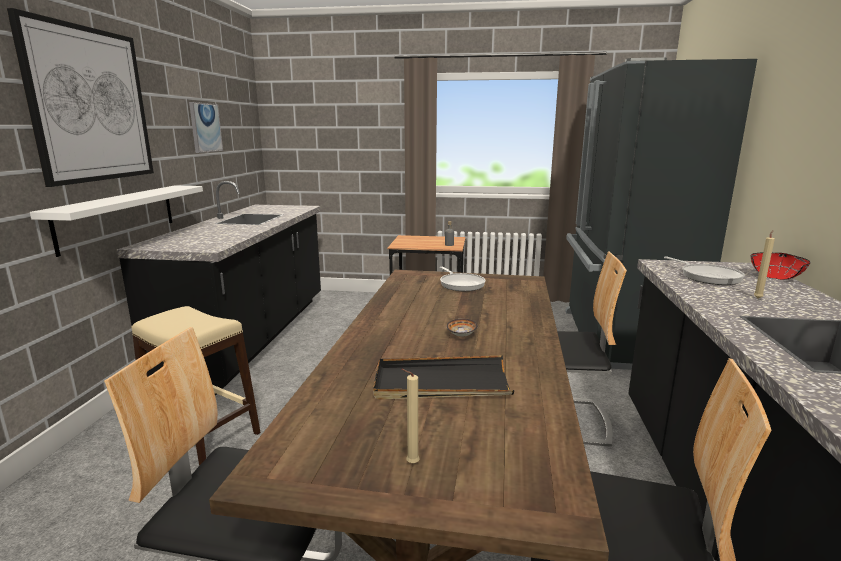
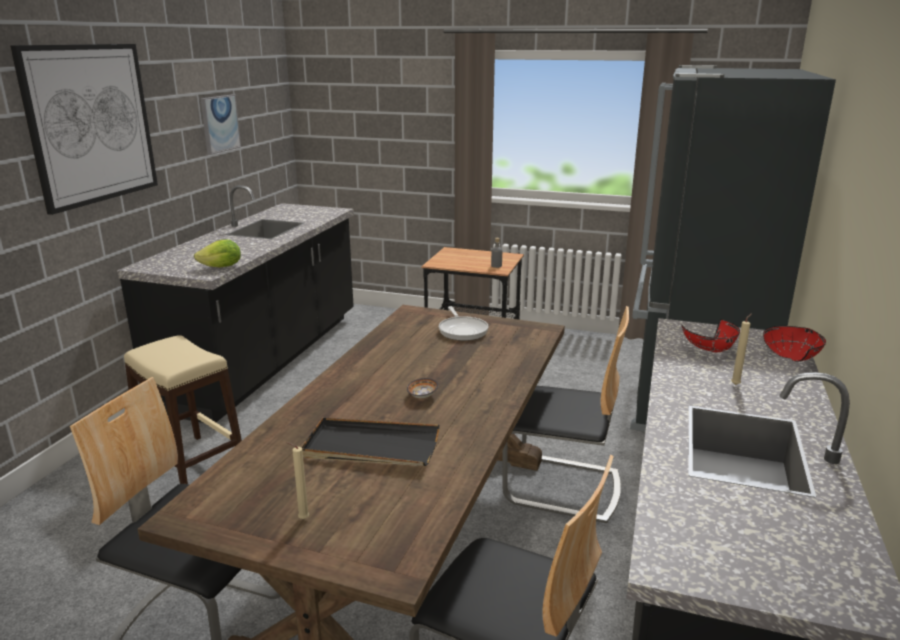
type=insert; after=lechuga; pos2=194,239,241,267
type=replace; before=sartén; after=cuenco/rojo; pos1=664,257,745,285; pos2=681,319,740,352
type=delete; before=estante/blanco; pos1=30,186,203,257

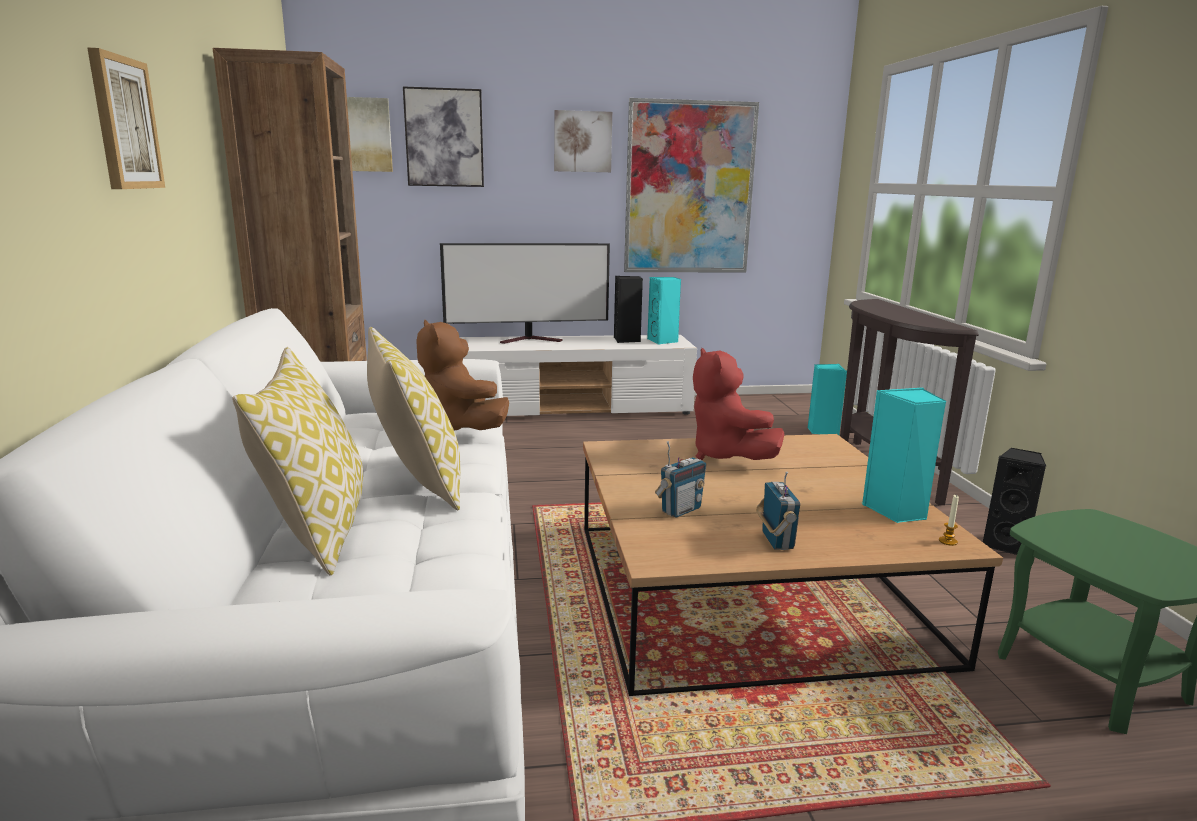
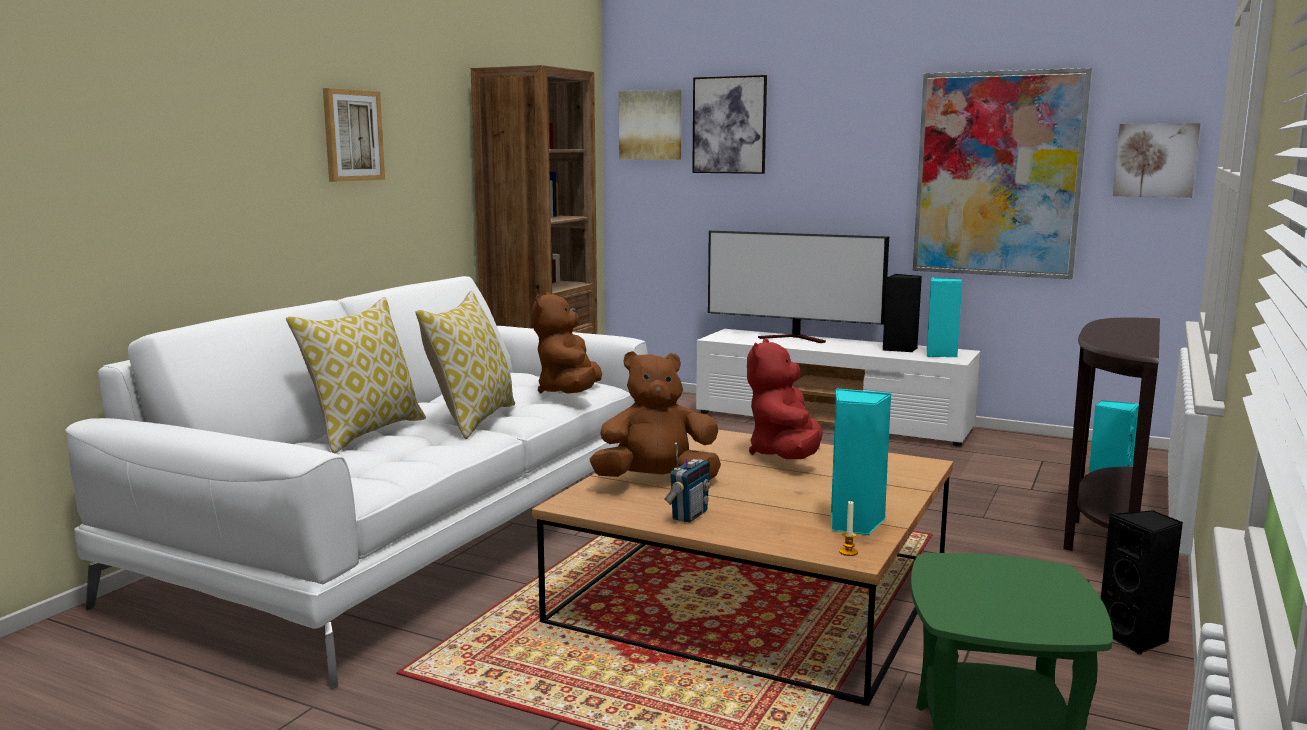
type=replace; before=radio; after=peluche/marrón; pos1=655,441,706,518; pos2=589,351,721,480
type=move; before=cuadro; pos1=554,110,612,172; pos2=1113,123,1201,198

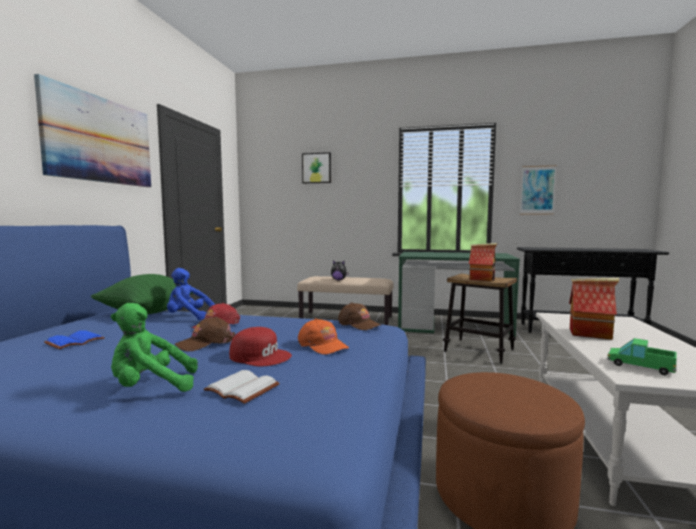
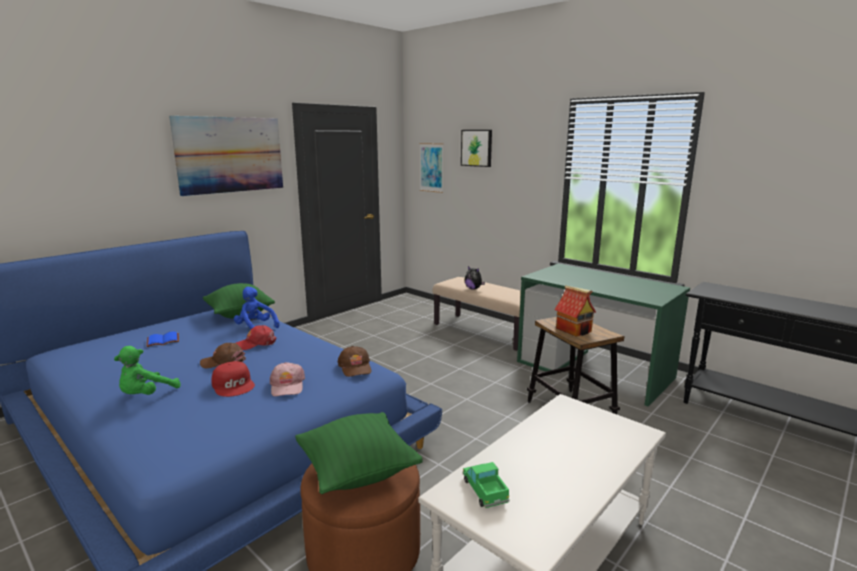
type=rotate; before=peluche/verde; pos1=111,303,198,392; pos2=114,346,181,395; turn=-75
type=recolor; before=gorra/naranja; after=gorra/rosa; pos1=298,318,349,355; pos2=269,362,305,396
type=insert; after=cojín/verde; pos2=295,412,423,494
type=move; before=cuadro; pos1=520,165,557,214; pos2=419,143,444,193
type=delete; before=libro/blanco; pos1=204,370,280,404
type=delete; before=casita; pos1=569,278,619,340

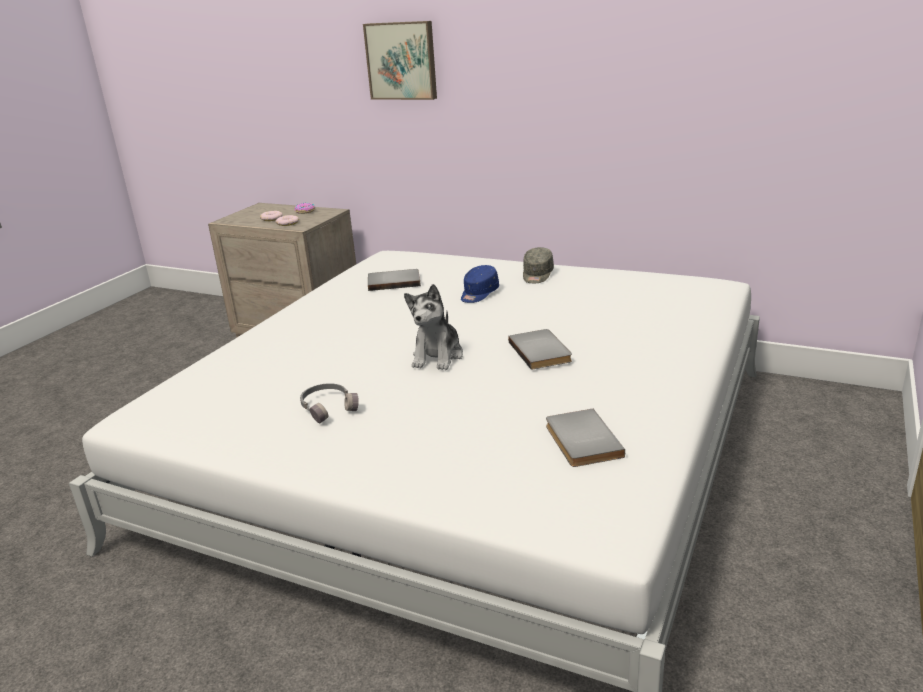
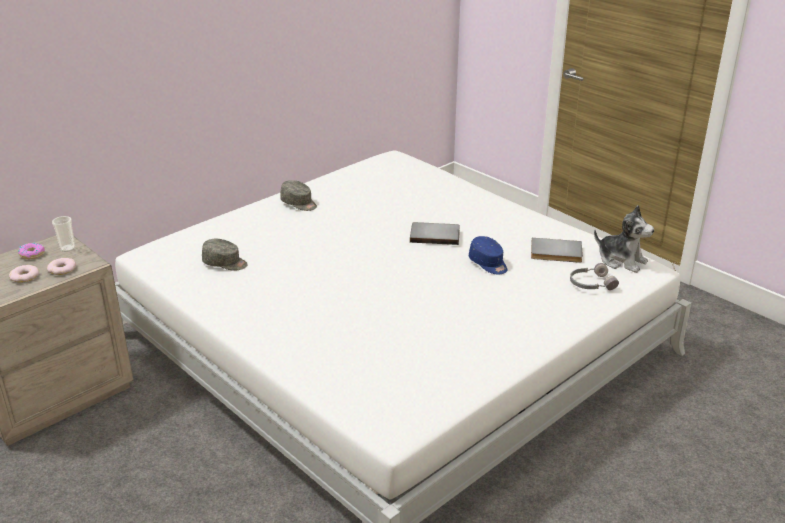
type=insert; after=taza; pos2=52,216,75,252
type=replace; before=libro/gris; after=gorra/gris; pos1=368,269,421,291; pos2=202,239,248,271
type=move; before=gorra/azul; pos1=461,265,499,303; pos2=469,236,507,275
type=move; before=auriculares/gris; pos1=300,383,359,423; pos2=570,263,619,290
type=move; before=peluche; pos1=404,284,463,370; pos2=594,205,654,273
type=delete; before=cuadro; pos1=363,21,437,100

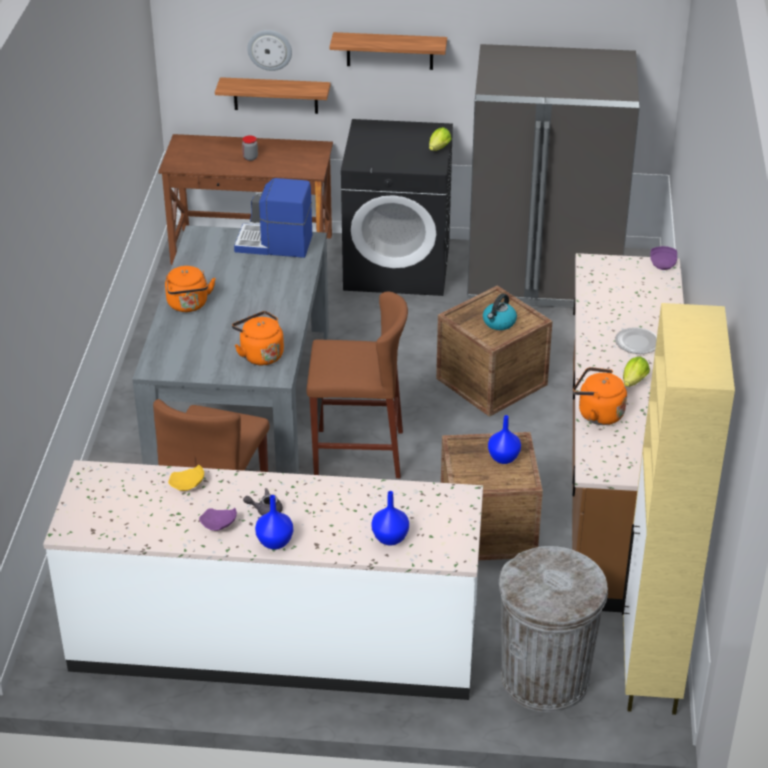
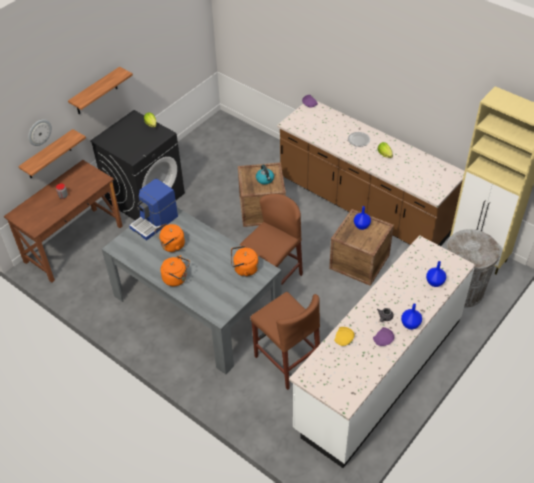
type=move; before=hervidor/naranja; pos1=573,367,627,425; pos2=154,224,185,252
type=delete; before=nevera/gris; pos1=467,44,640,308

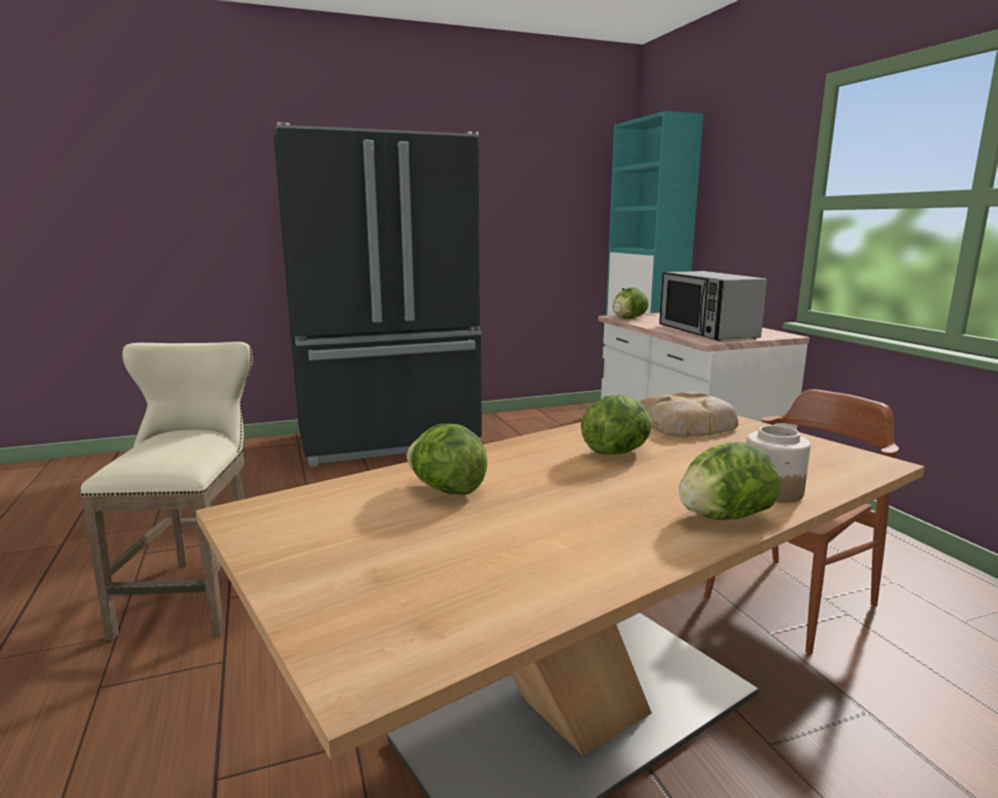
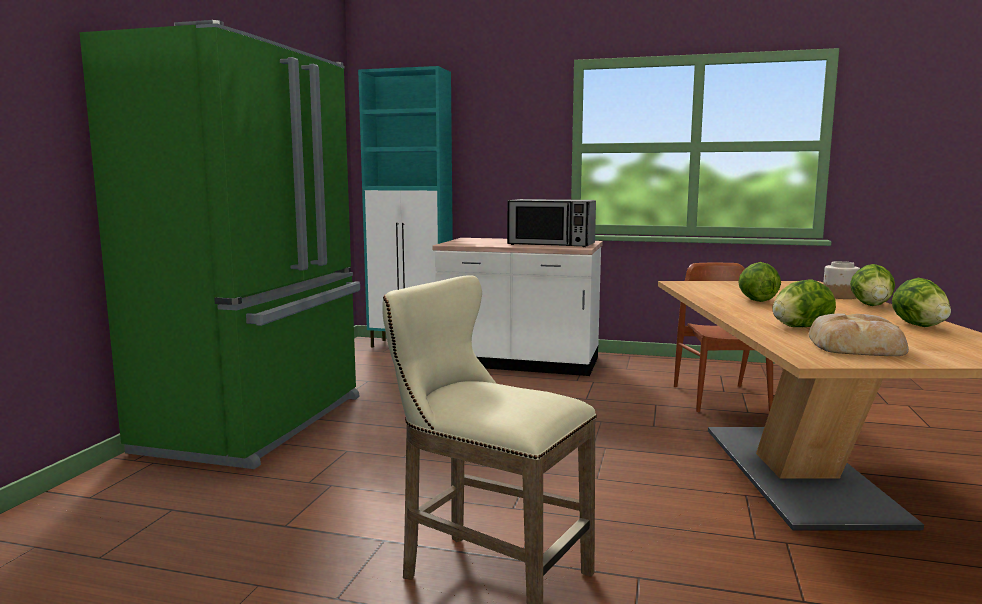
type=recolor; before=nevera/negro; after=nevera/verde; pos1=274,122,482,467; pos2=79,20,360,469
type=move; before=pan; pos1=640,392,739,436; pos2=809,313,909,356
type=move; before=lechuga; pos1=613,288,649,319; pos2=892,278,951,327

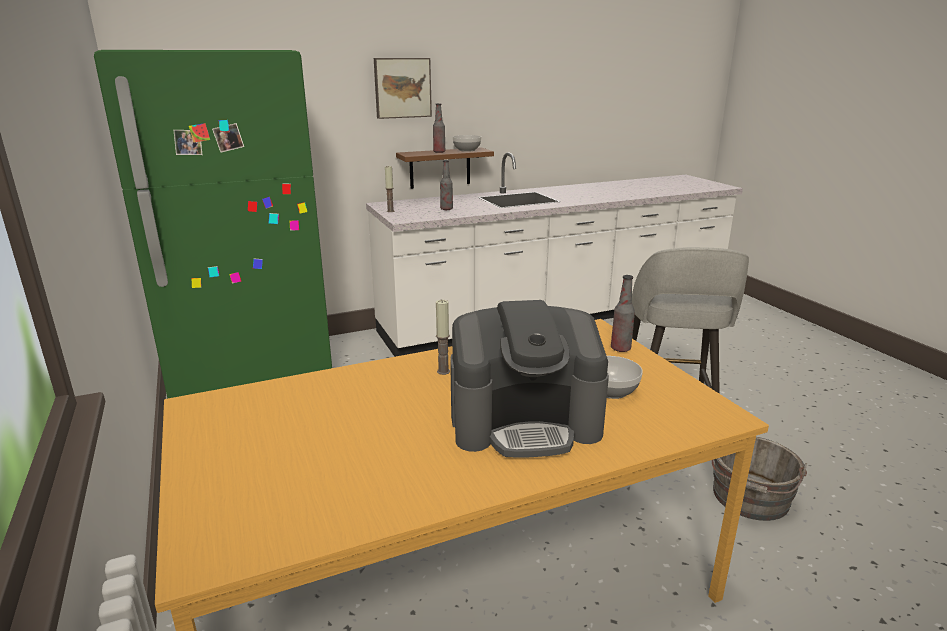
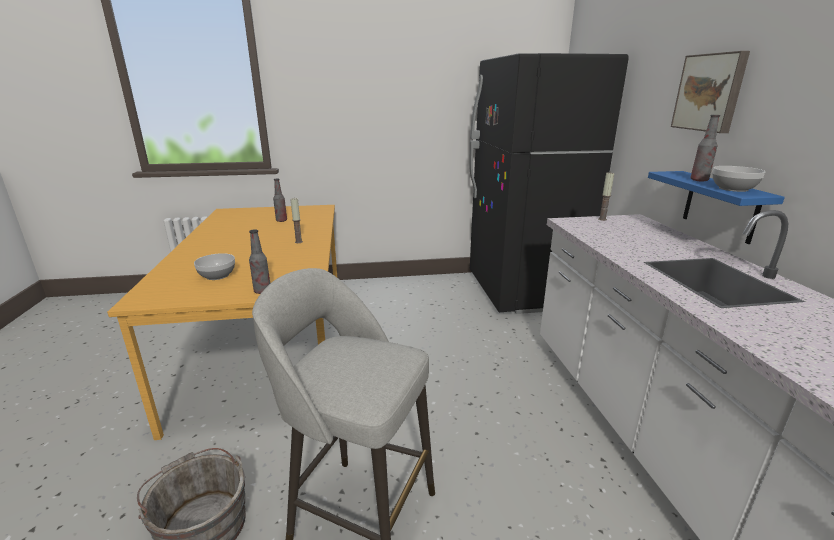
type=move; before=botella; pos1=440,160,453,210; pos2=273,178,287,222
type=recolor; before=nevera/verde; after=nevera/negro; pos1=94,50,332,399; pos2=469,53,629,314
type=recolor; before=estante/marrón; after=estante/azul; pos1=396,147,494,189; pos2=648,171,785,244
type=delete; before=cafetera; pos1=450,300,609,458

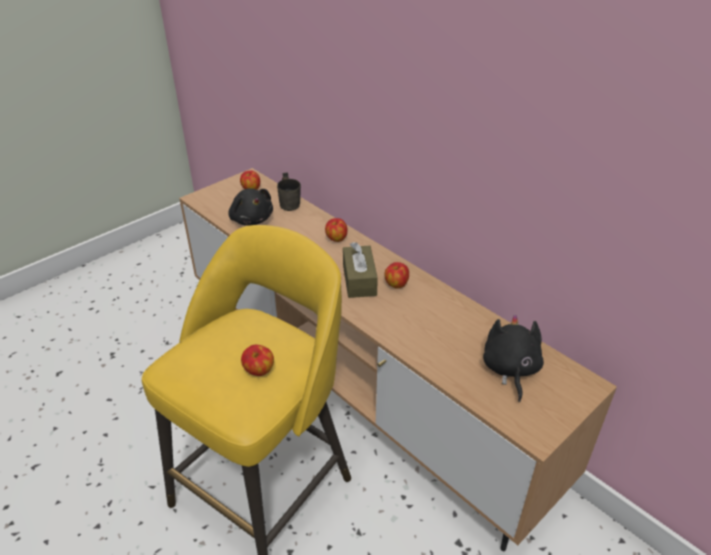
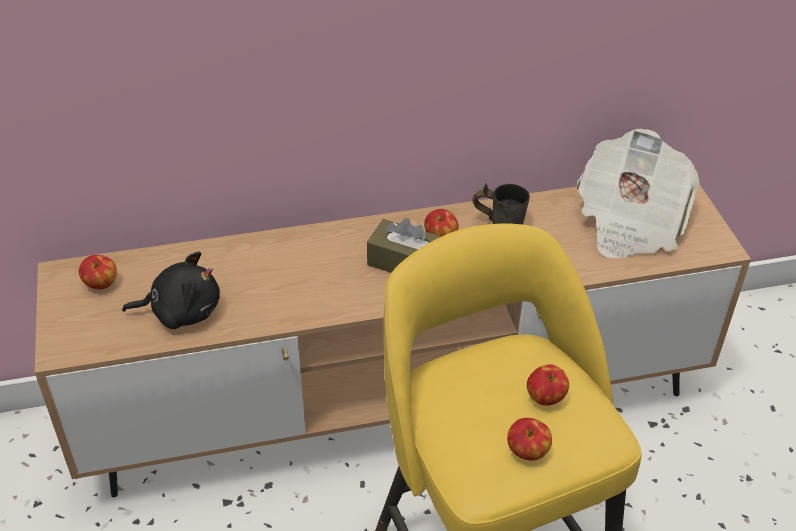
type=move; before=taza grande/gris; pos1=277,173,301,211; pos2=472,183,530,225
type=move; before=manzana; pos1=325,218,348,242; pos2=507,418,552,461
type=replace; before=peluche/negro; after=periódico; pos1=483,314,544,402; pos2=577,129,700,258

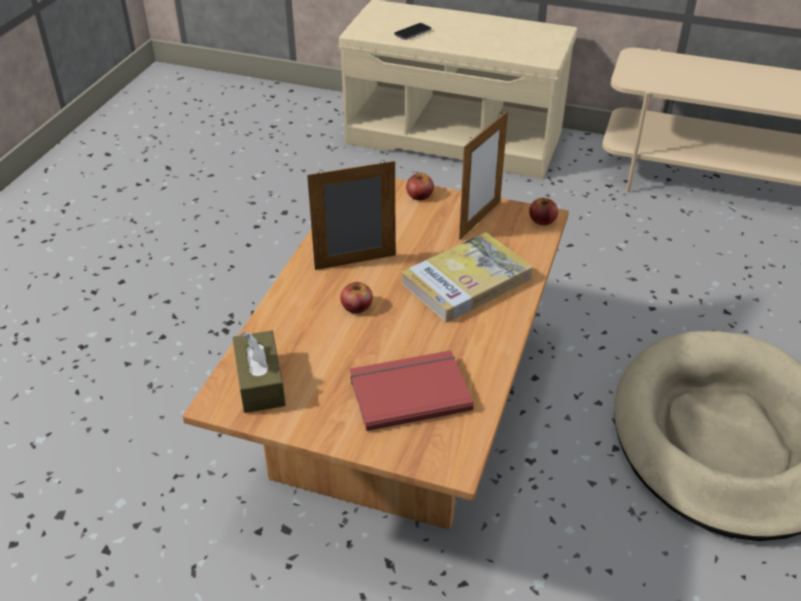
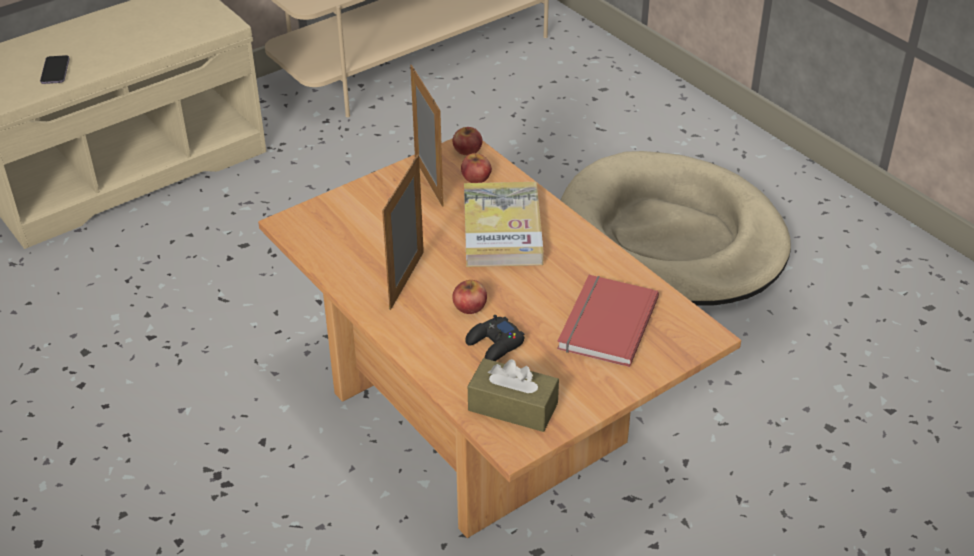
type=move; before=manzana; pos1=406,172,434,200; pos2=461,152,492,183
type=insert; after=mando de consola/negro; pos2=465,315,524,361

